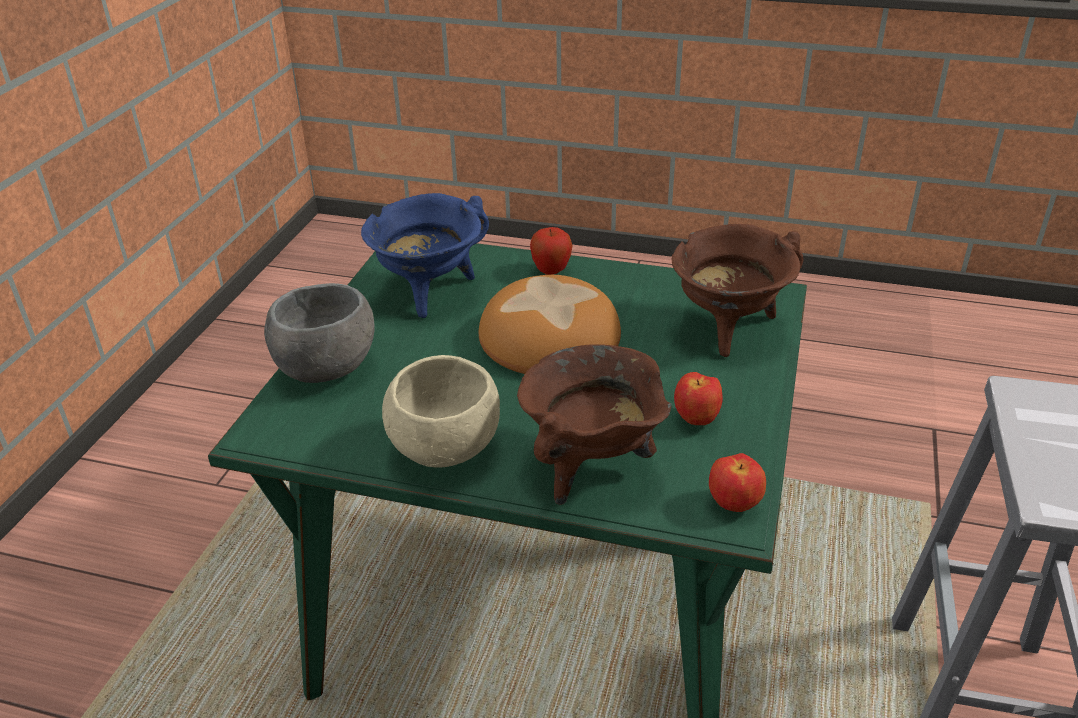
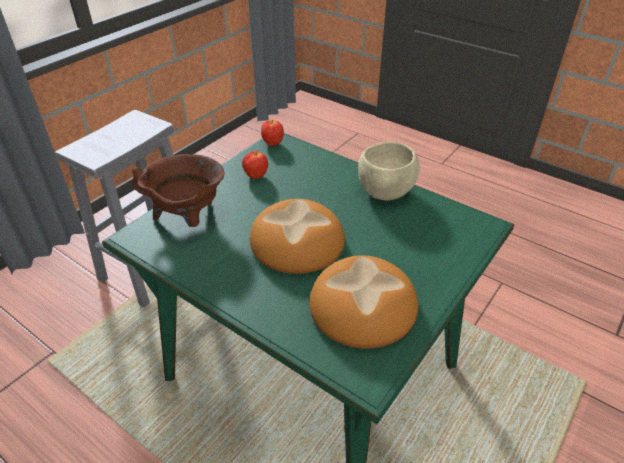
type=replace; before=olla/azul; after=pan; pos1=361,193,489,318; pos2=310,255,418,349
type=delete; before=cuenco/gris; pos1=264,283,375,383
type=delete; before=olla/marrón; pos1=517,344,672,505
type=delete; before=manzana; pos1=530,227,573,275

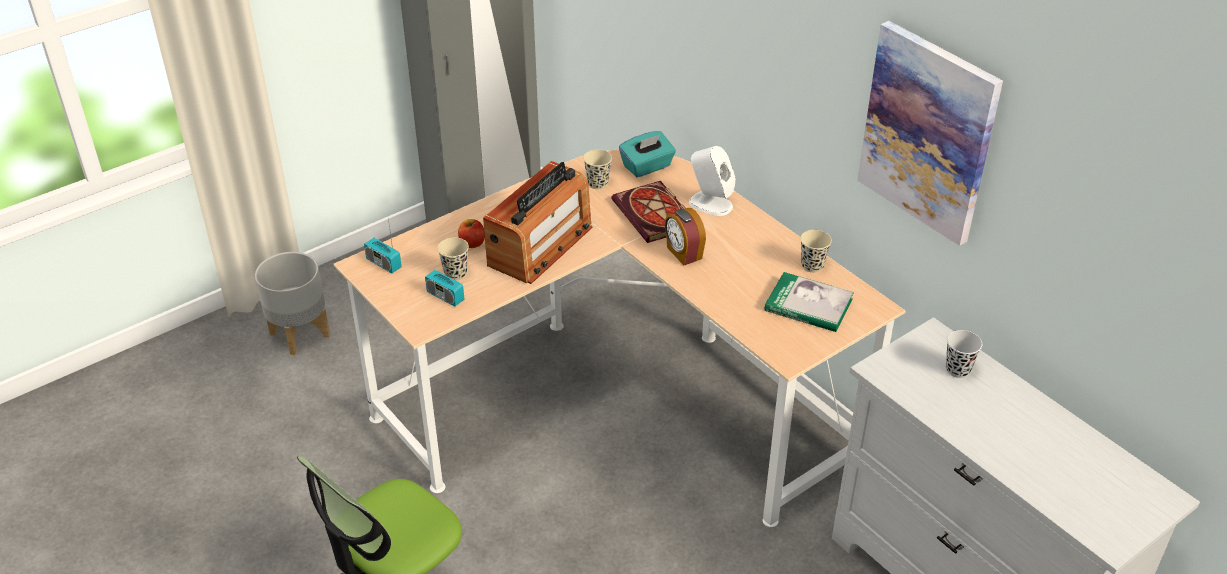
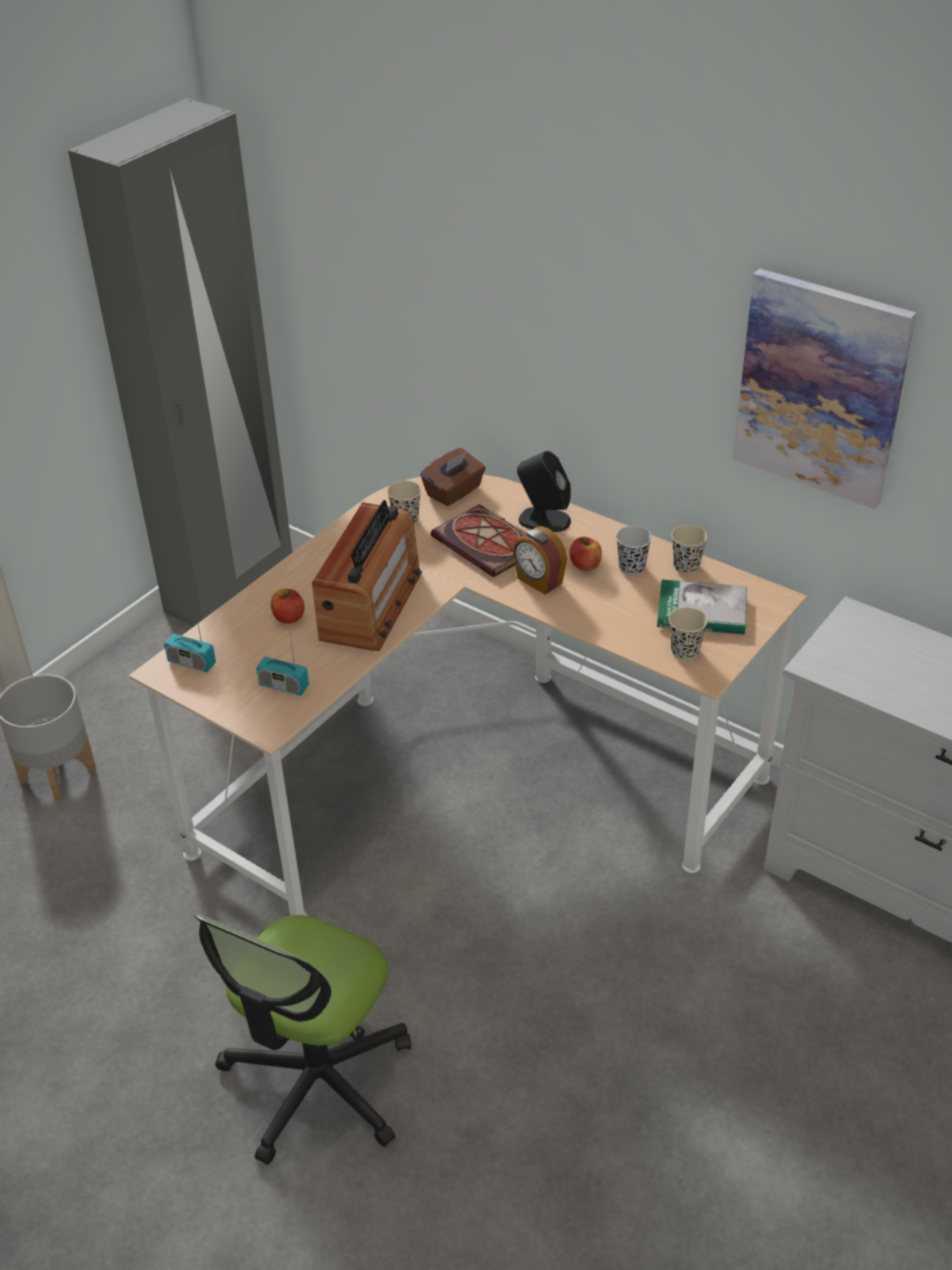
type=recolor; before=caja de pañuelos/turquesa; after=caja de pañuelos/marrón; pos1=619,131,676,177; pos2=420,448,486,506
type=recolor; before=altavoz/blanco; after=altavoz/negro; pos1=689,146,736,216; pos2=517,451,571,532
type=insert; after=manzana; pos2=569,537,602,571
type=move; before=taza/negro; pos1=946,330,982,378; pos2=616,526,652,576
type=move; before=taza/beis; pos1=437,237,469,281; pos2=669,607,708,660

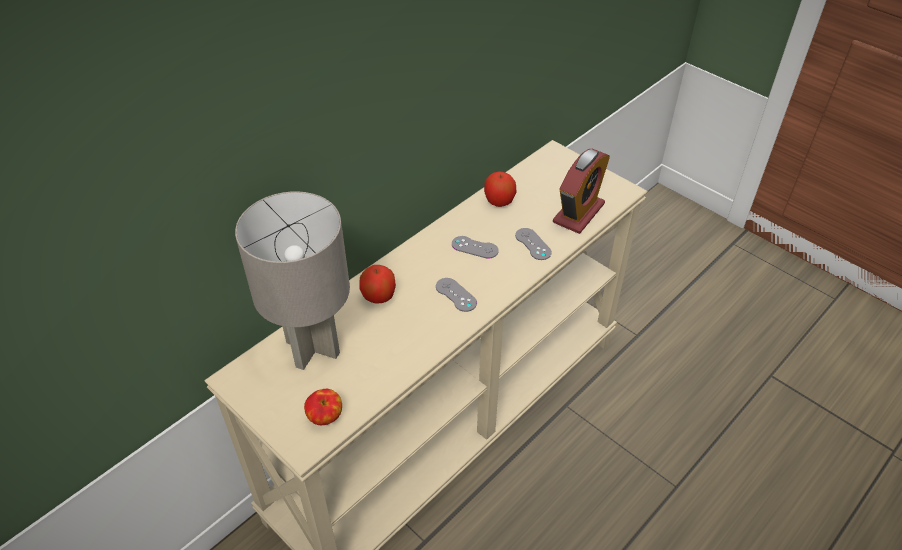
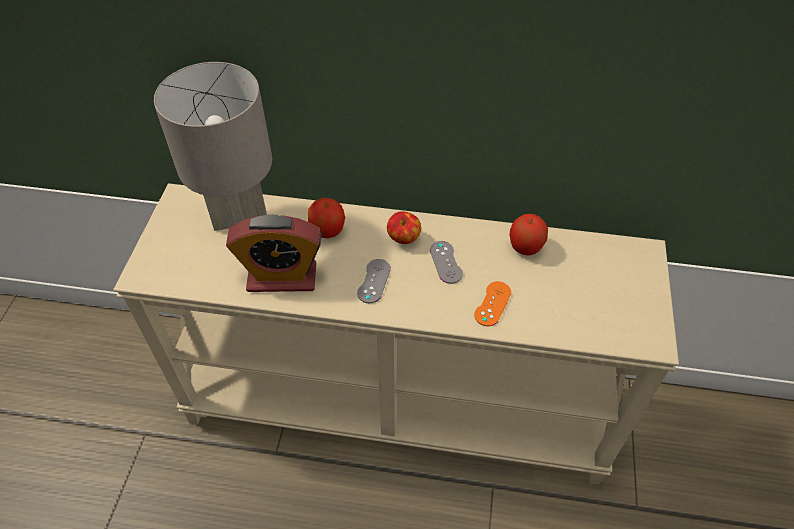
type=move; before=despertador; pos1=553,149,610,234; pos2=226,214,321,292
type=move; before=manzana; pos1=304,389,342,425; pos2=387,211,421,244
type=recolor; before=mando de consola/gris; after=mando de consola/naranja; pos1=515,228,552,260; pos2=474,281,511,326

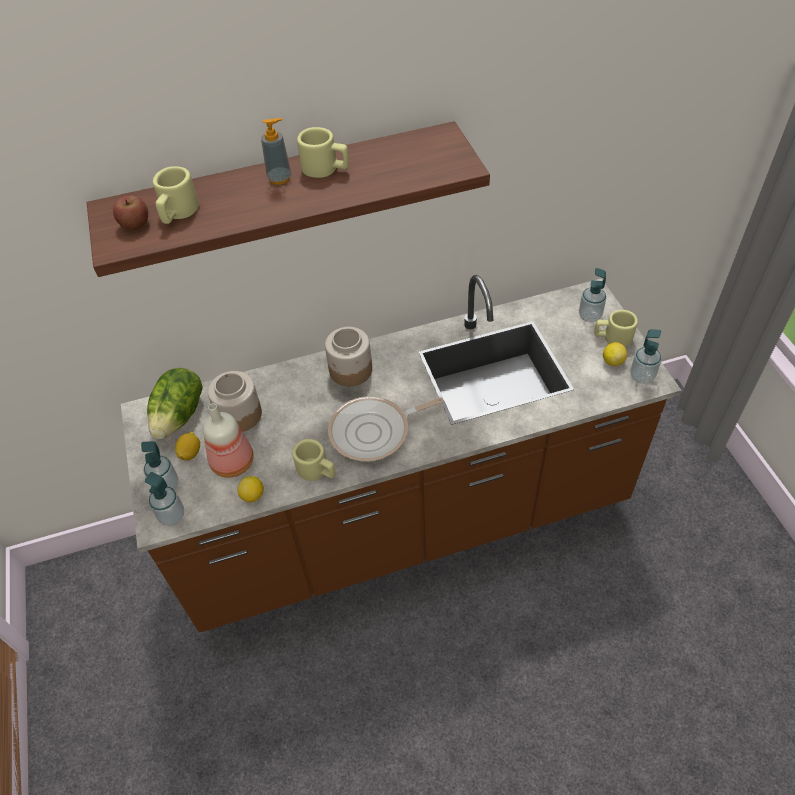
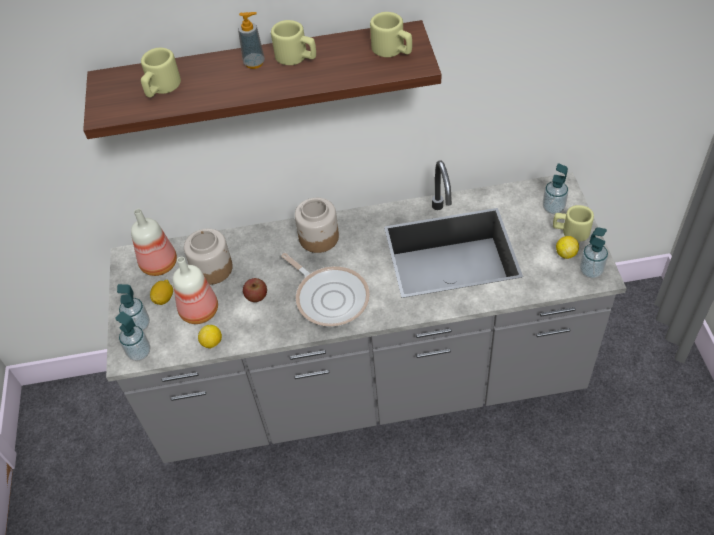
type=recolor; before=mueble bajo de cocina/marrón; after=mueble bajo de cocina/gris; pos1=121,275,681,633; pos2=106,160,627,463
type=replace; before=lechuga; after=botella; pos1=147,368,202,439; pos2=131,209,177,276
type=move; before=manzana; pos1=113,195,148,229; pos2=243,278,267,302
type=rotate; before=sartén; pos1=328,396,444,462; pos2=281,253,370,327; turn=-120
type=move; before=taza grande/beis; pos1=292,439,336,481; pos2=370,12,412,57

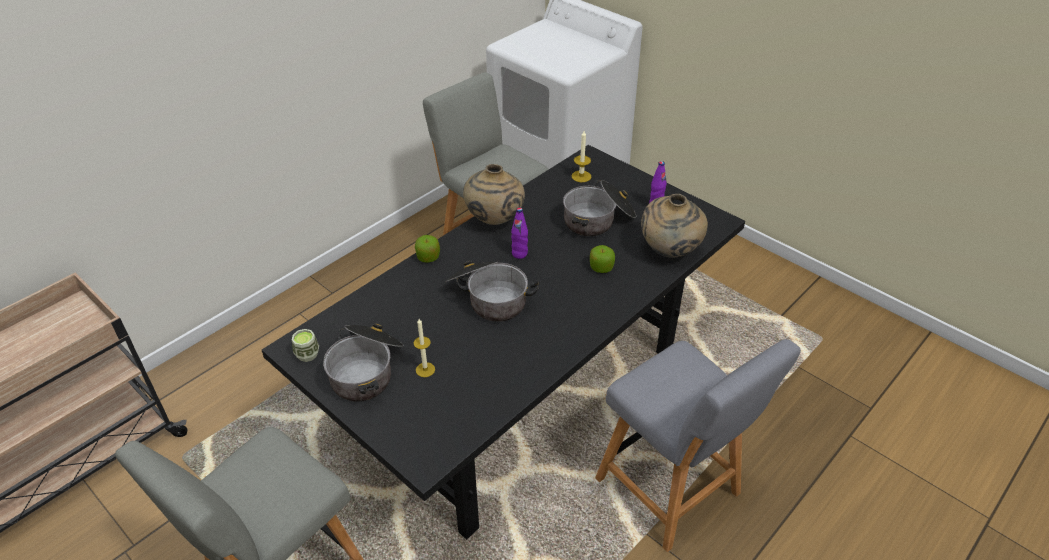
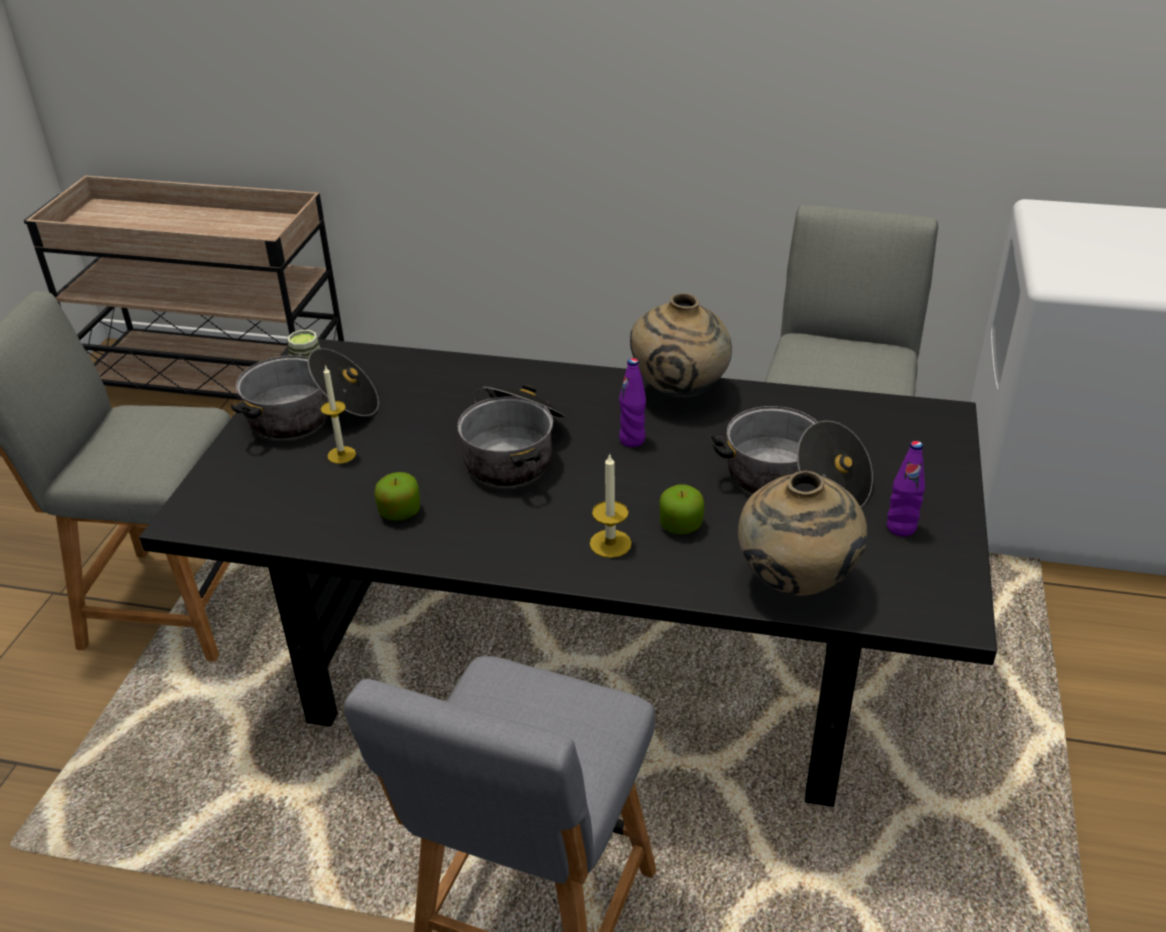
type=move; before=manzana; pos1=415,235,440,263; pos2=374,472,420,521
type=move; before=vela; pos1=572,131,591,182; pos2=590,453,632,558

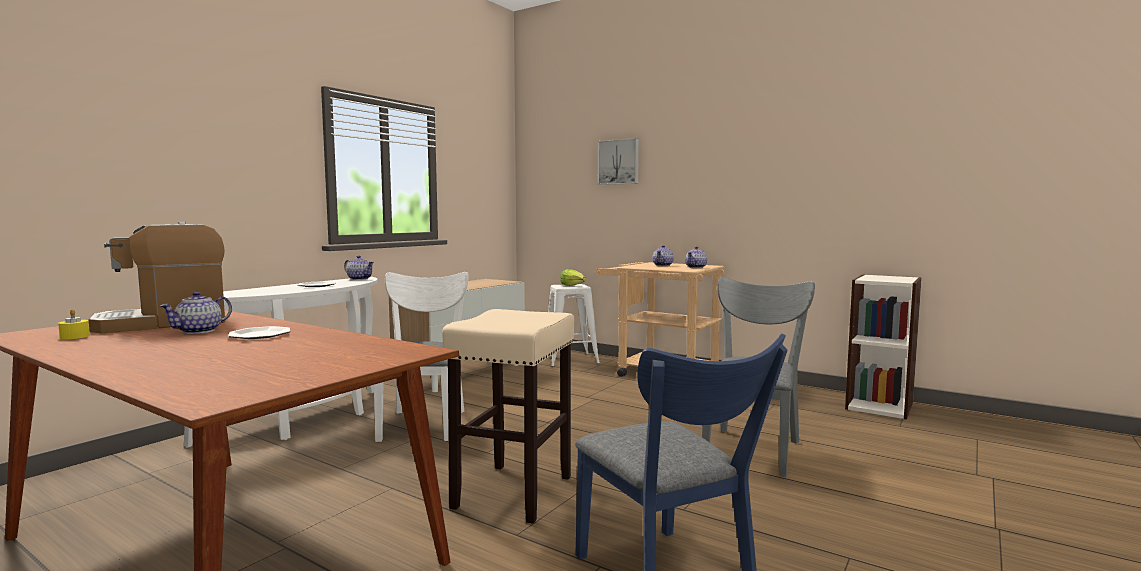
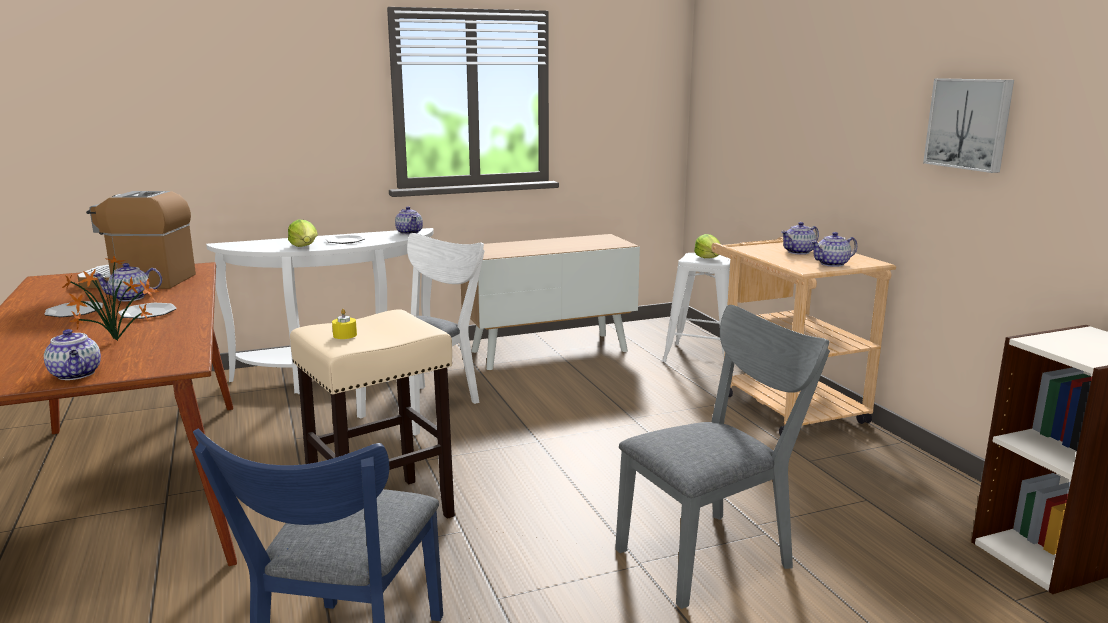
type=insert; after=plato; pos2=44,301,103,317
type=insert; after=tetera; pos2=44,329,101,380
type=insert; after=planta en maceta; pos2=62,256,159,341
type=insert; after=lechuga; pos2=288,219,318,247
type=move; before=vela/amarillo; pos1=58,309,90,339; pos2=332,309,357,339
type=move; before=cuadro; pos1=598,138,639,185; pos2=923,78,1014,173

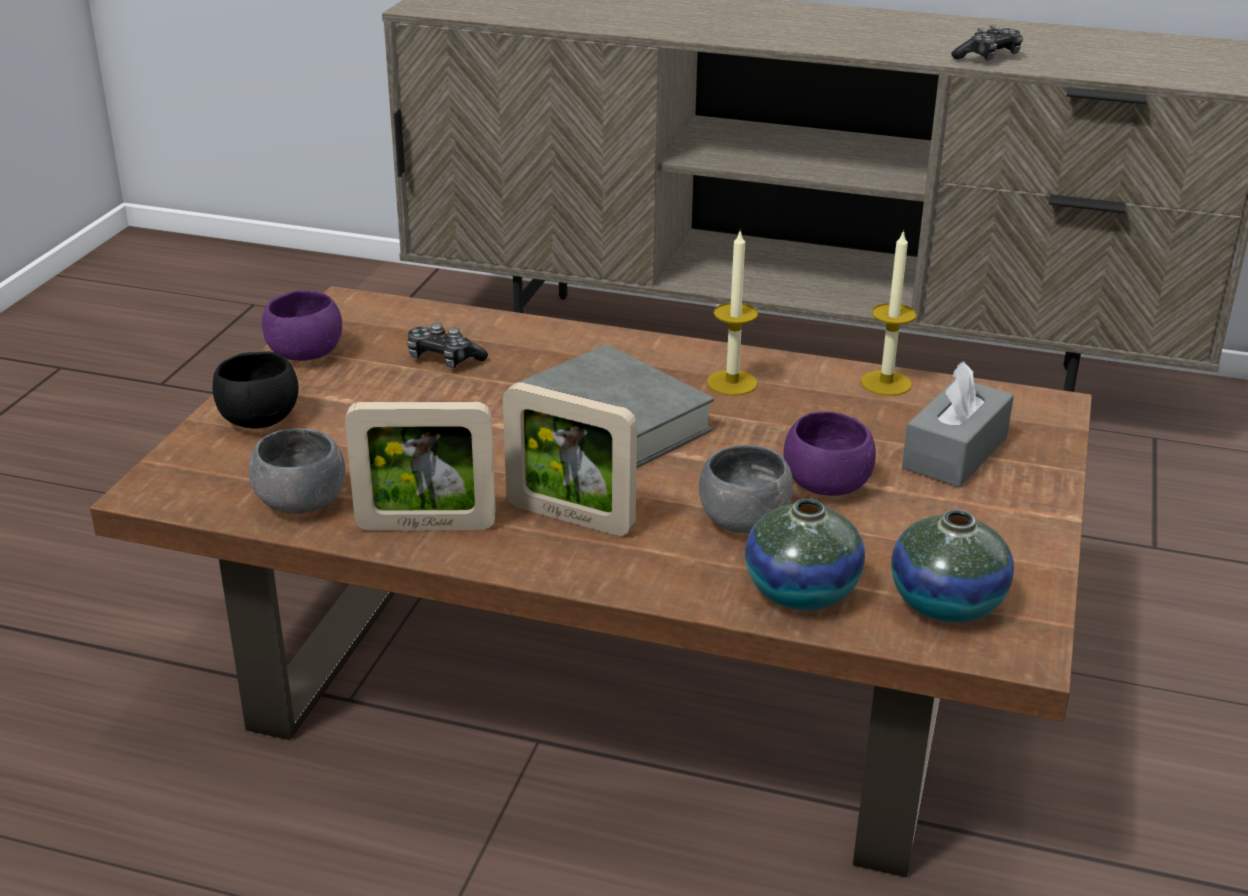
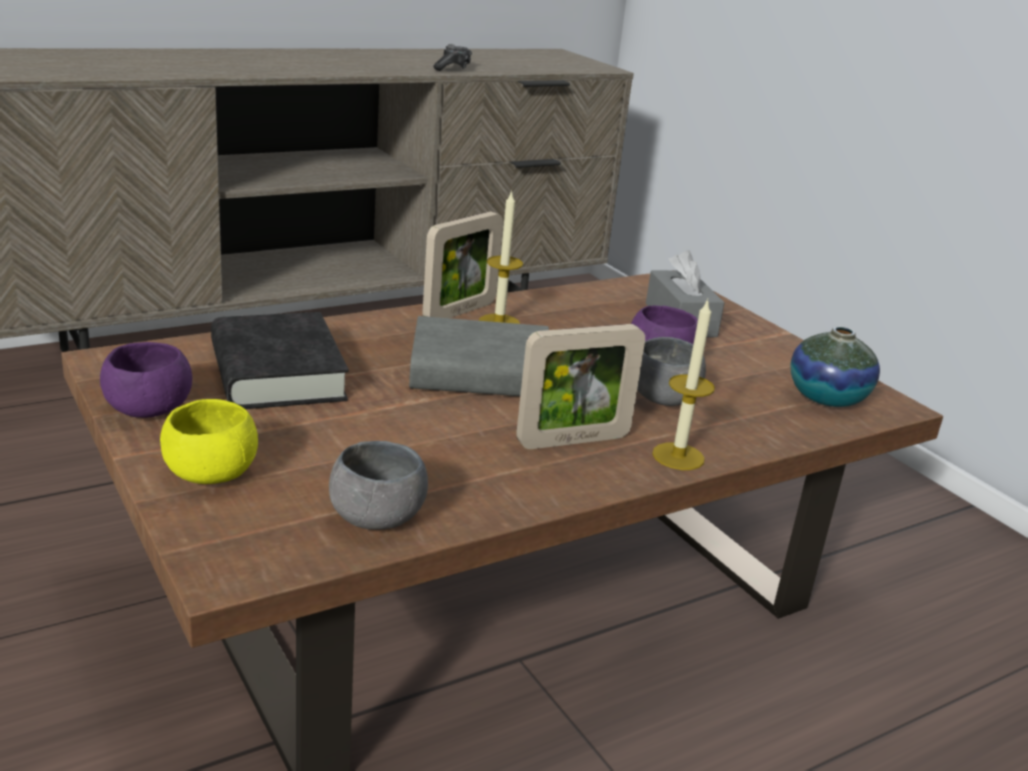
type=recolor; before=cuenco/negro; after=cuenco/amarillo; pos1=213,351,299,429; pos2=160,399,258,484
type=replace; before=mando de consola; after=libro/negro; pos1=407,323,488,368; pos2=211,312,349,409
type=move; before=portarretratos; pos1=345,402,496,531; pos2=422,212,503,318
type=move; before=vela; pos1=861,229,917,396; pos2=652,299,715,470
type=delete; before=florero; pos1=745,499,865,610

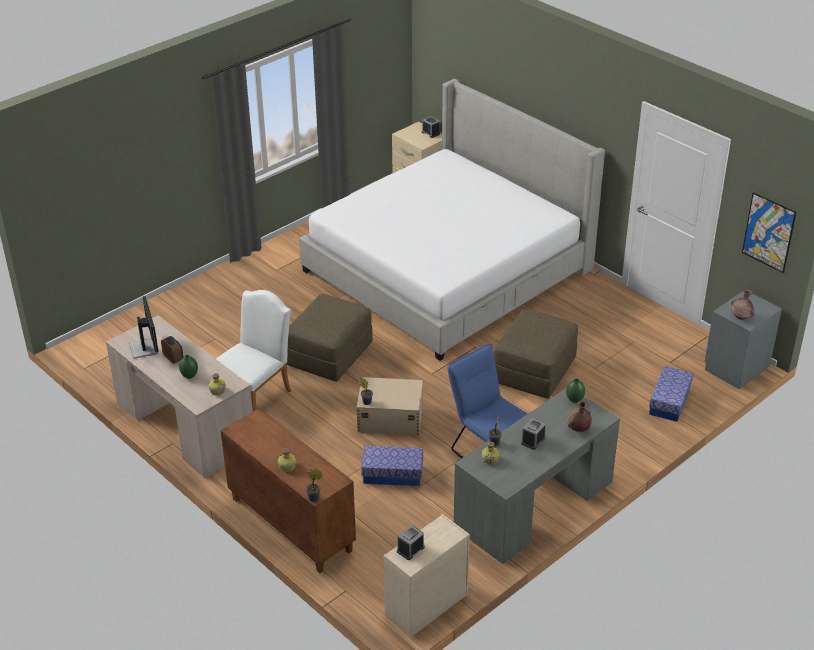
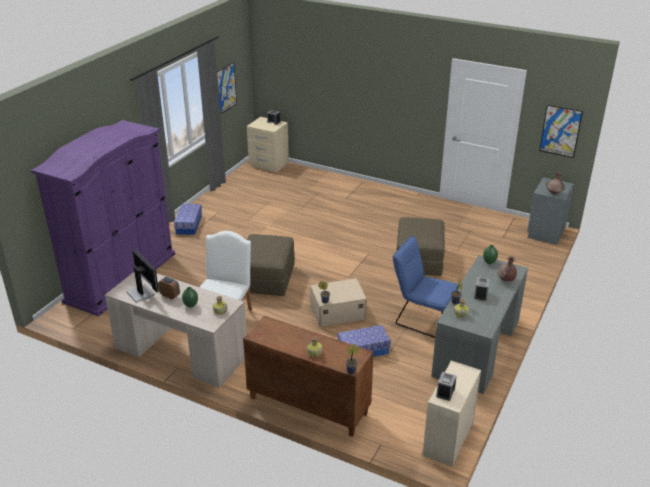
type=insert; after=armario ropero/morado; pos2=31,120,175,317
type=move; before=caja de almacenaje; pos1=649,366,693,422; pos2=174,204,202,235
type=insert; after=cuadro; pos2=217,62,237,114
type=delete; before=cama; pos1=299,79,605,361

